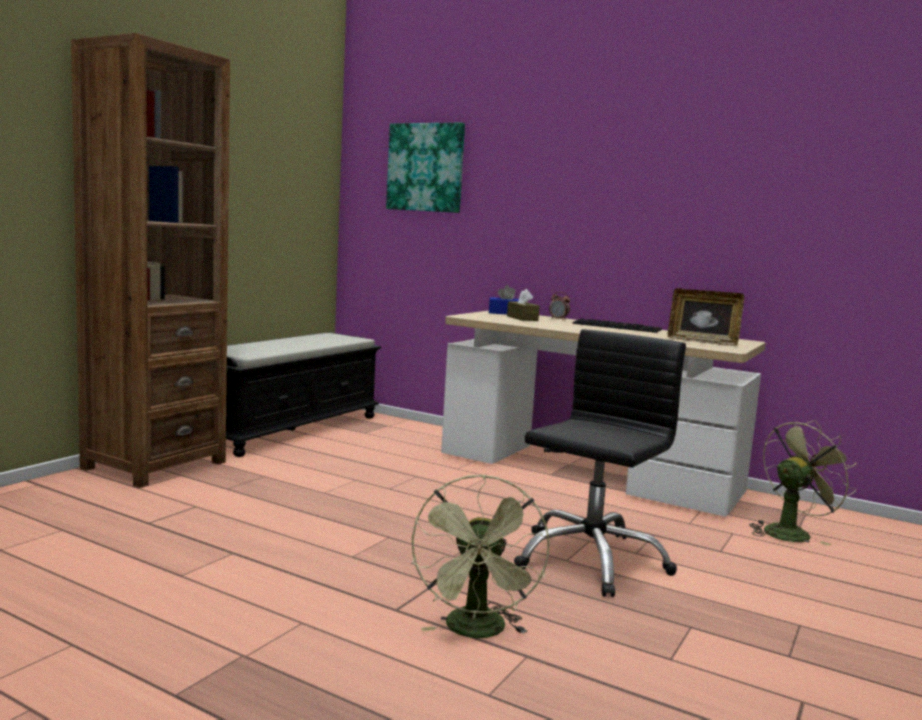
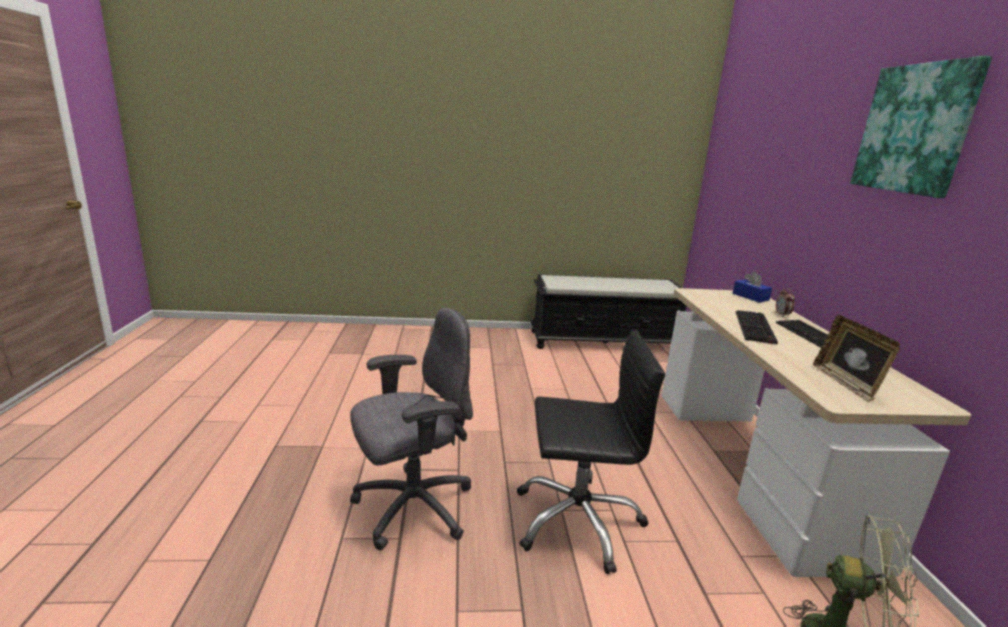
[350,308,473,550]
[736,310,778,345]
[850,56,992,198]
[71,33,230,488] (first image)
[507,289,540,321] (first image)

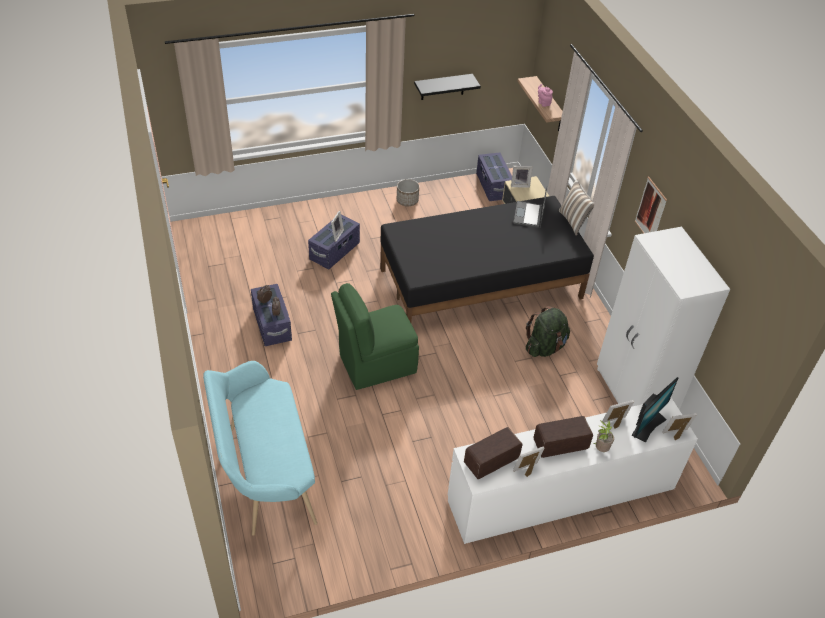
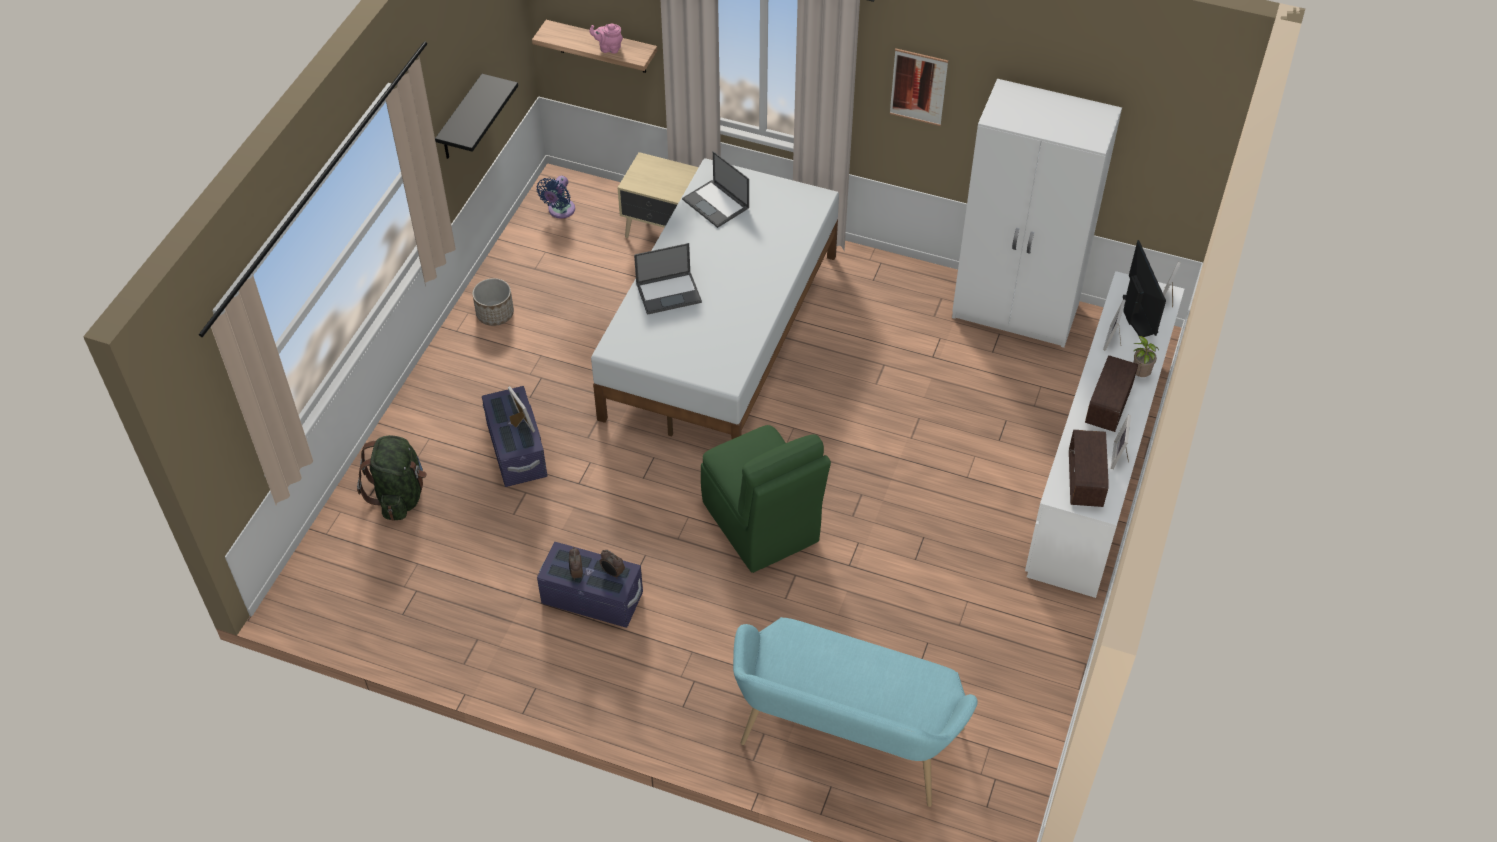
[357,435,427,521]
[537,176,575,219]
[591,158,839,440]
[634,243,702,315]
[701,425,831,573]
[511,166,533,188] (first image)
[559,179,594,236] (first image)

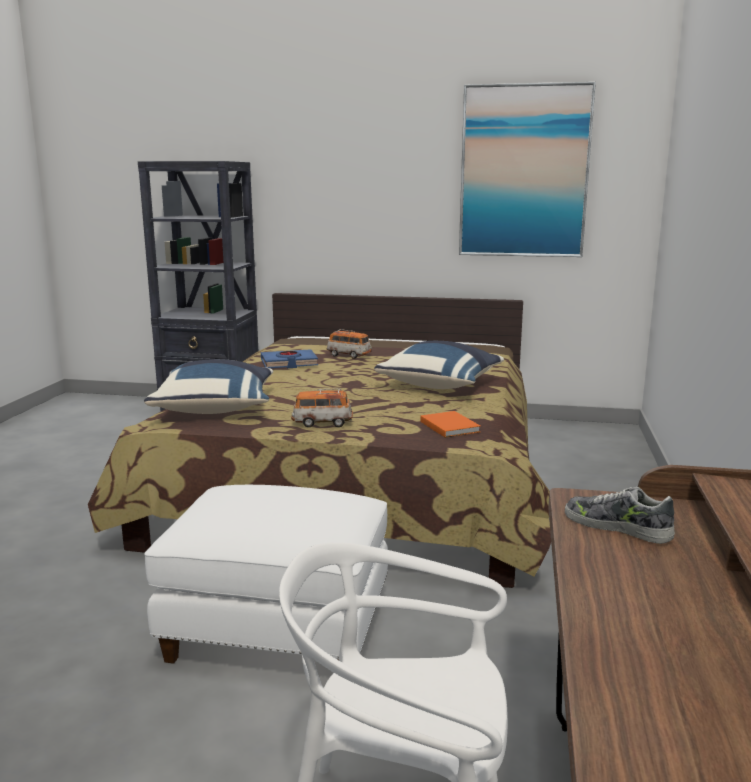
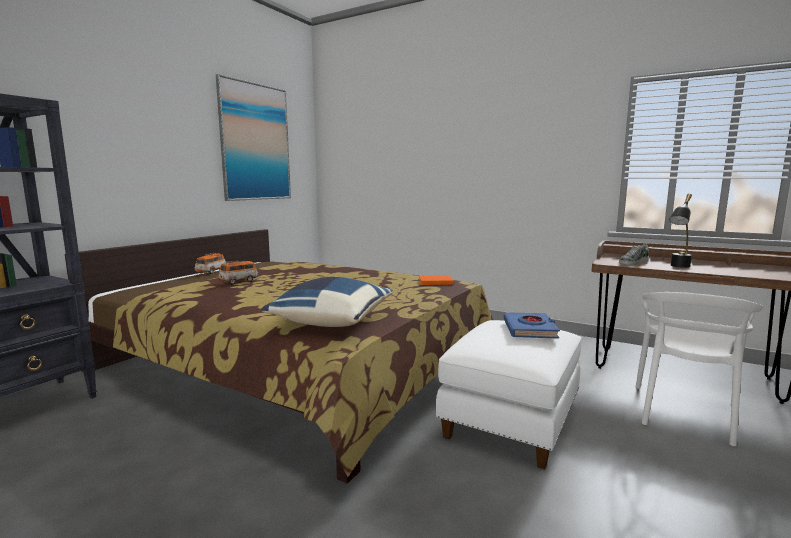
[194,253,226,274]
[504,312,560,339]
[669,194,692,268]
[374,341,504,389] (first image)

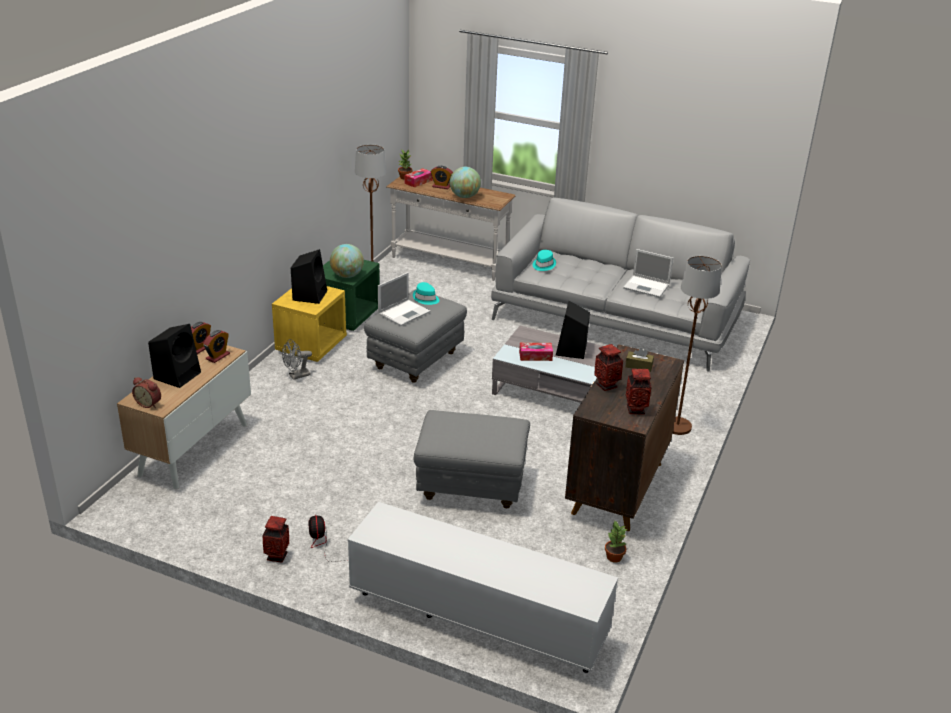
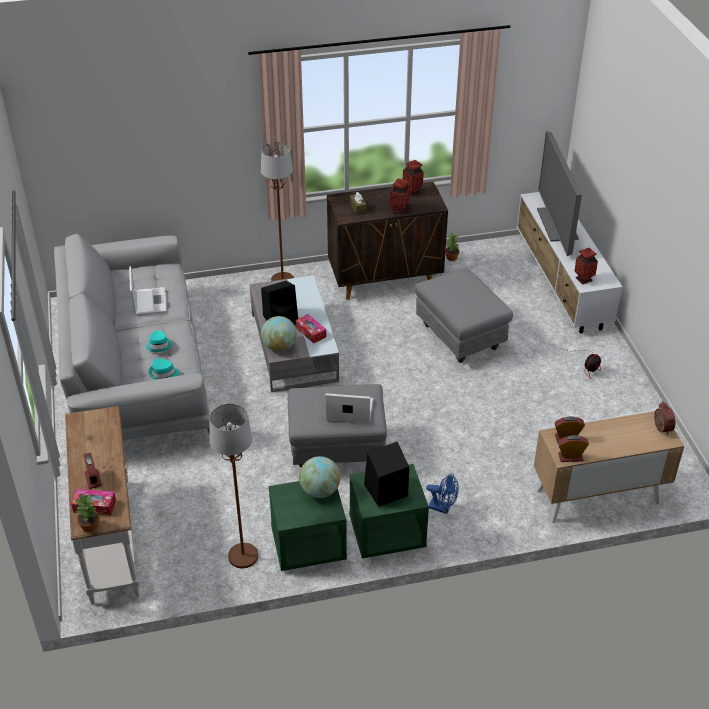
[146,331,172,352]
[261,316,297,352]
[349,464,429,558]
[426,474,459,514]
[537,131,582,256]
[575,248,598,284]
[148,324,201,388] (first image)

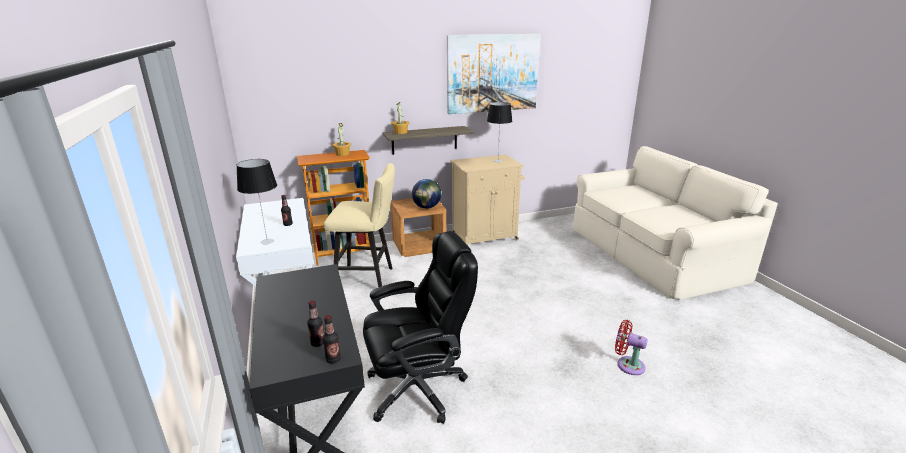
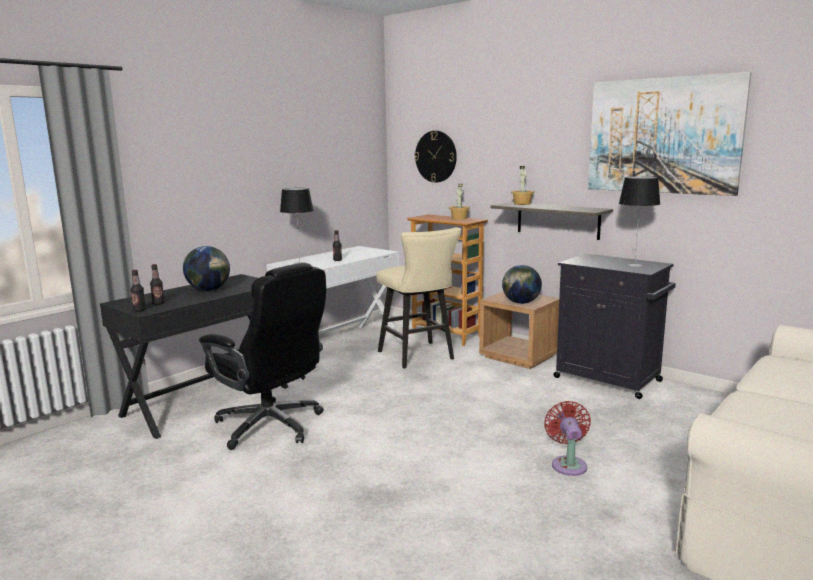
[183,246,230,291]
[414,131,457,183]
[544,401,591,476]
[554,254,676,399]

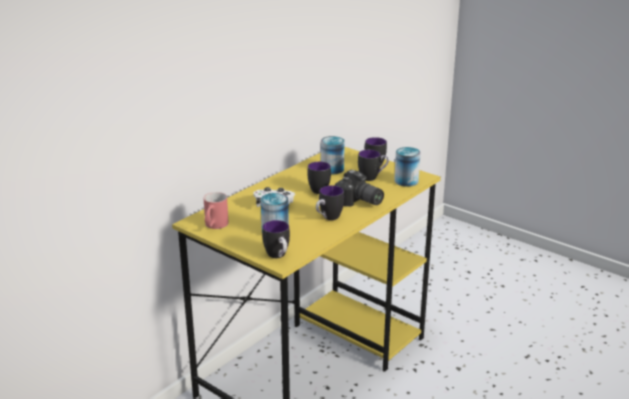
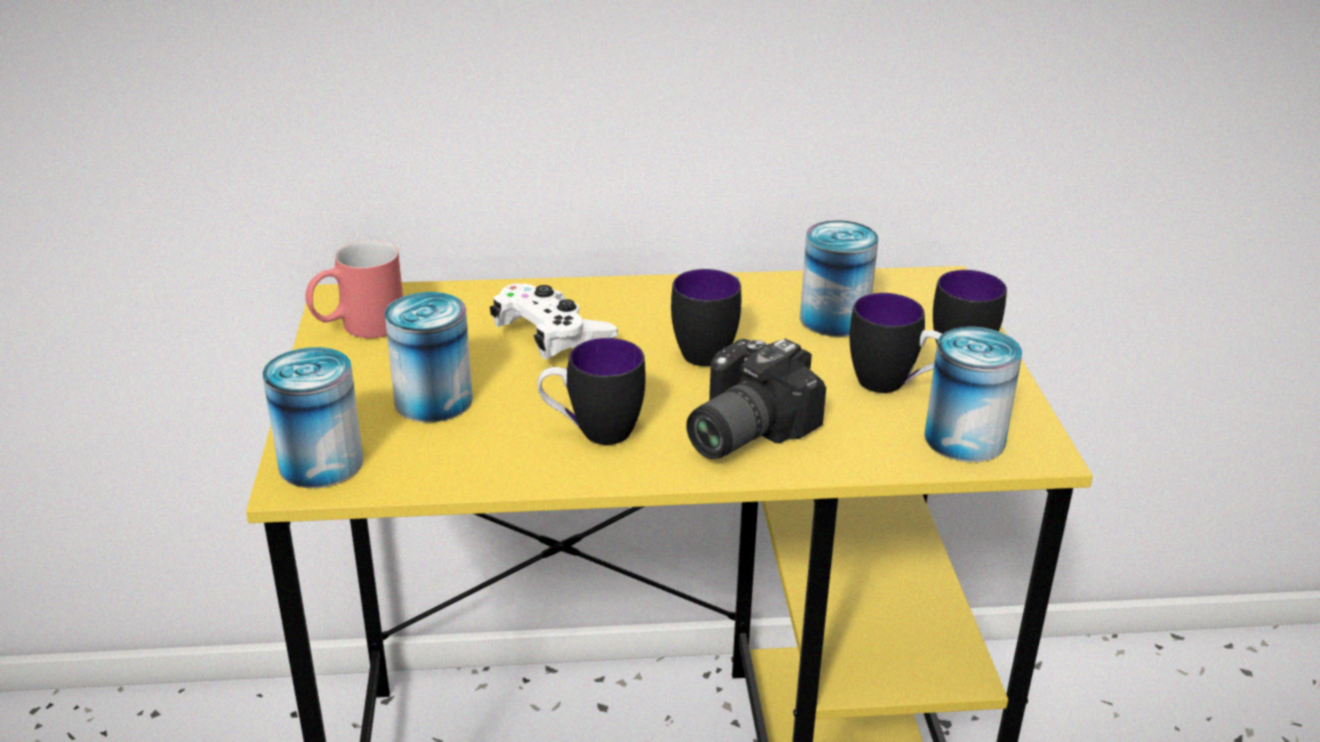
[263,347,363,488]
[686,338,826,459]

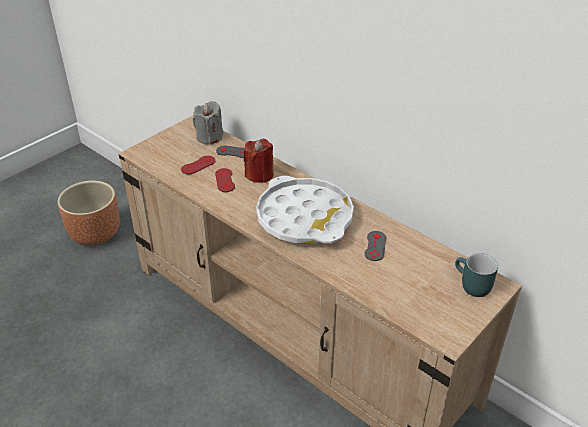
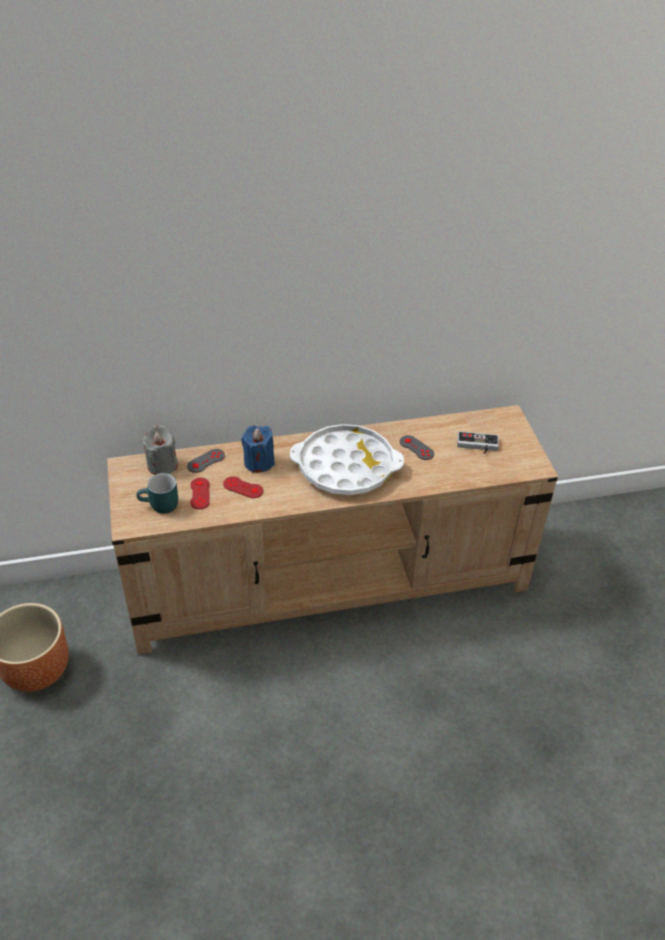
[136,473,178,514]
[241,426,275,473]
[457,431,499,454]

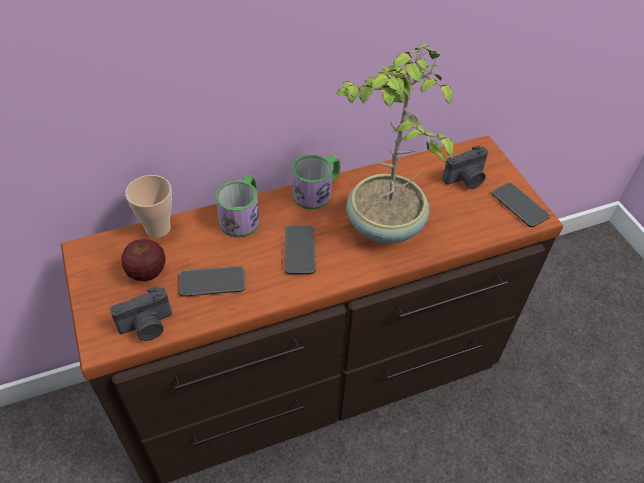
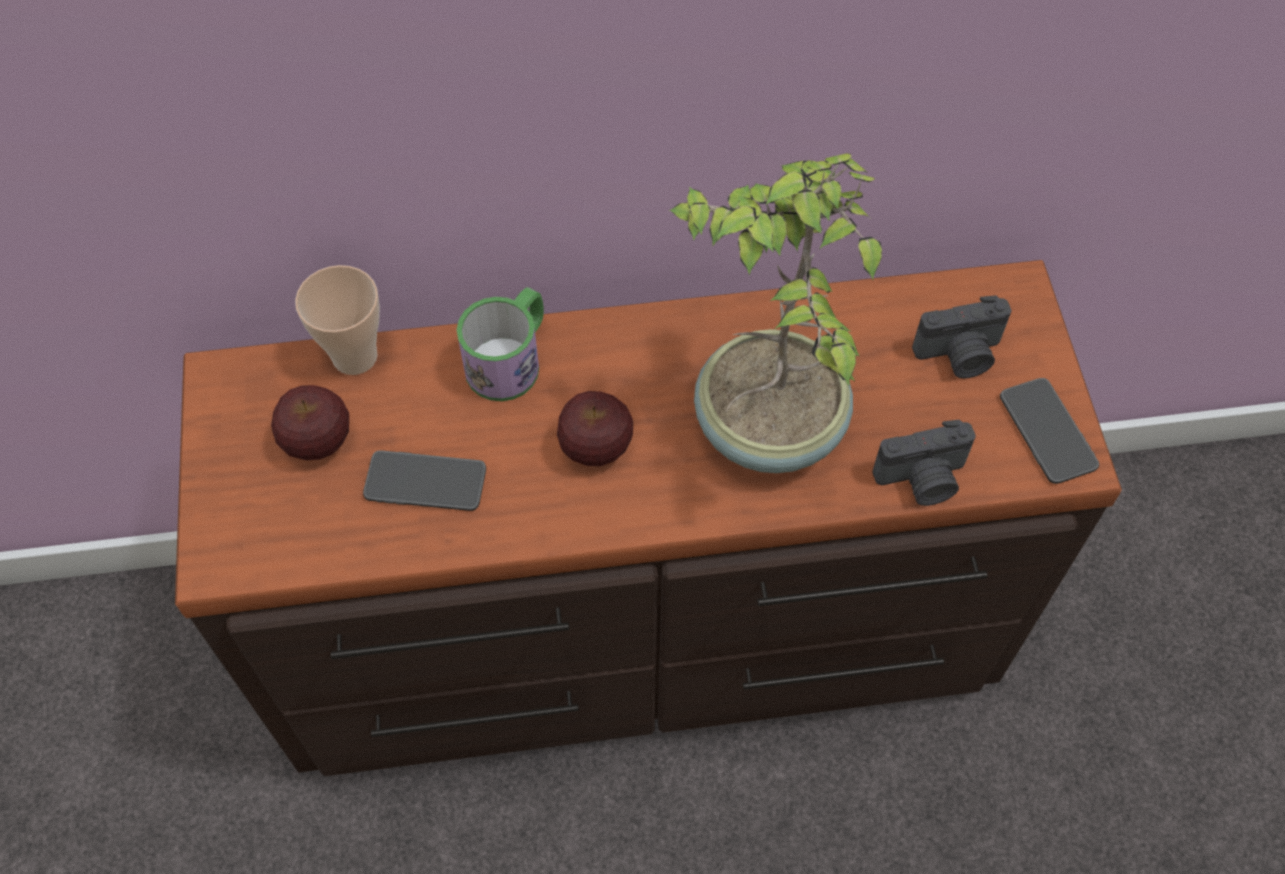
[557,391,633,466]
[872,420,976,506]
[292,155,340,210] (first image)

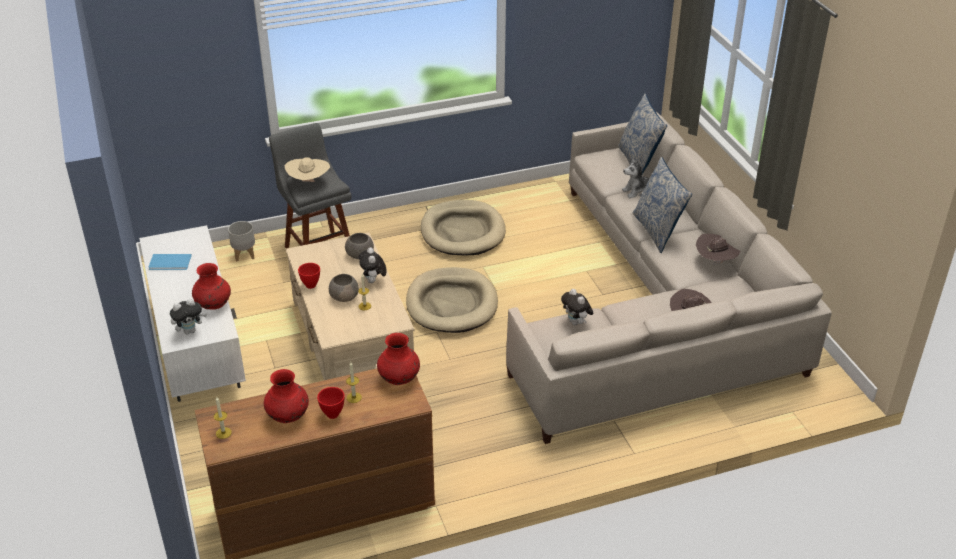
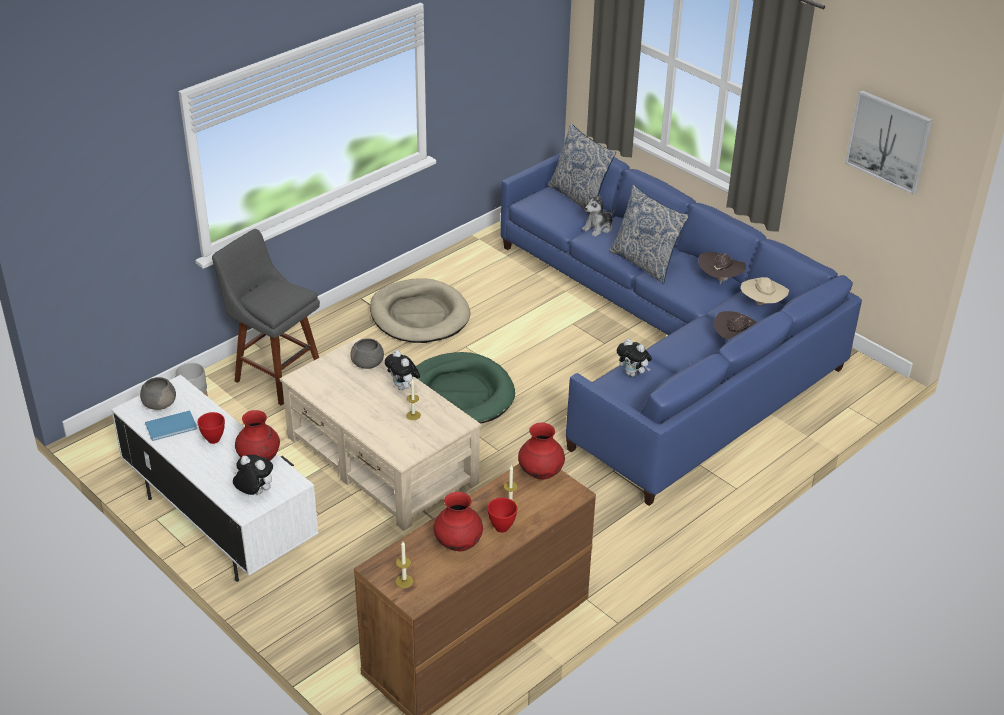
[140,377,176,410]
[197,412,225,444]
[233,455,273,495]
[416,352,515,424]
[500,153,862,506]
[741,277,789,305]
[845,90,933,194]

